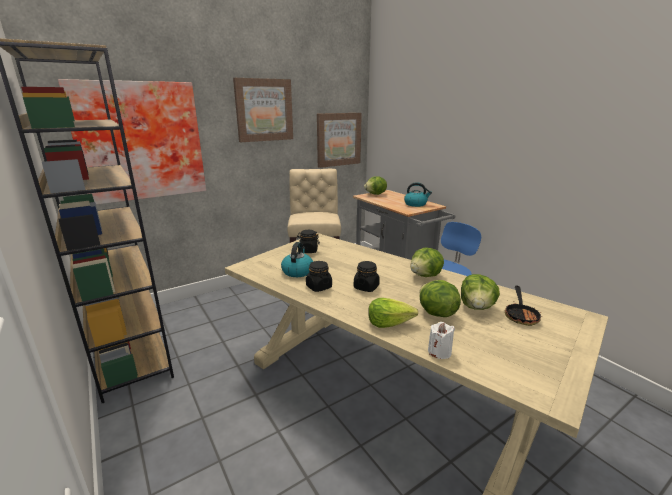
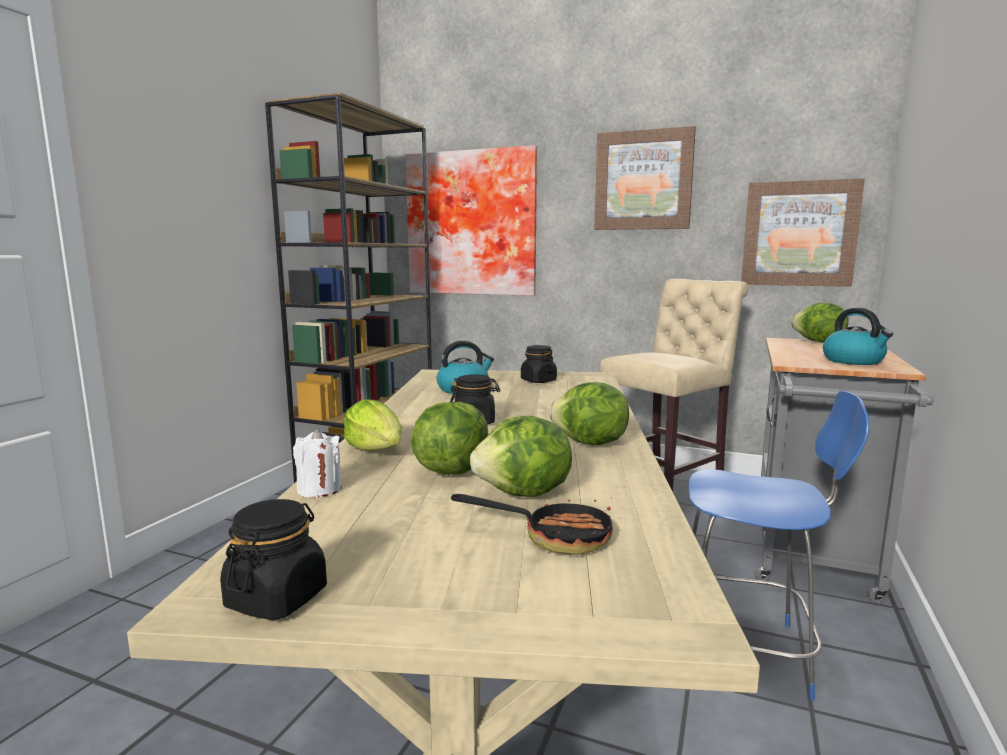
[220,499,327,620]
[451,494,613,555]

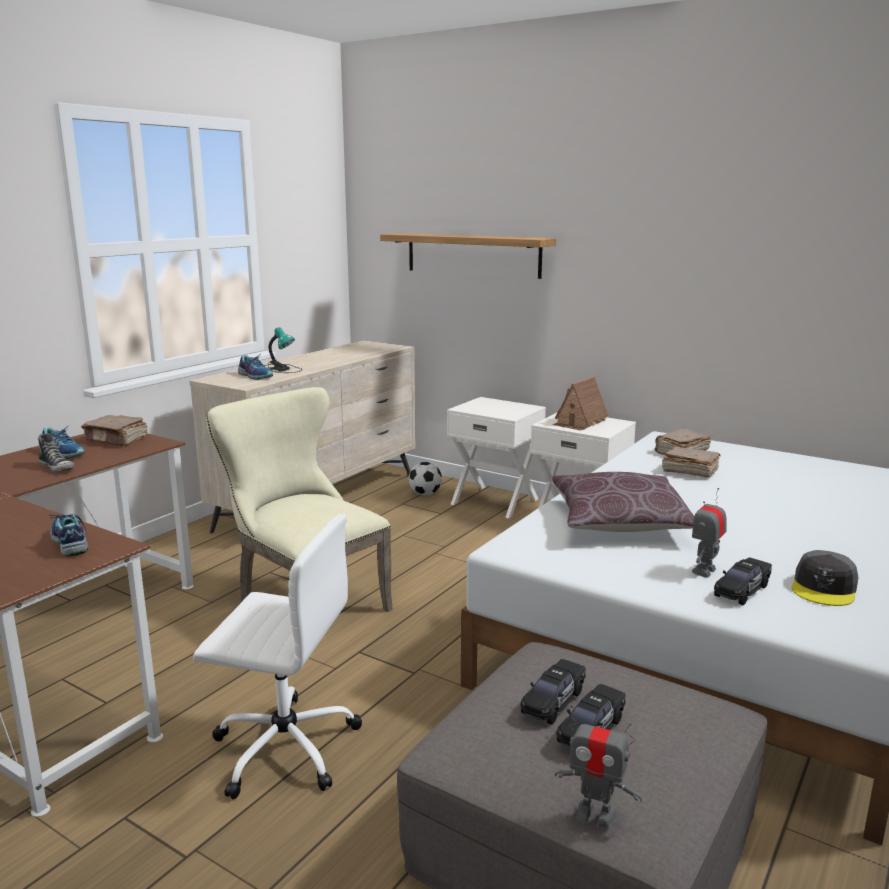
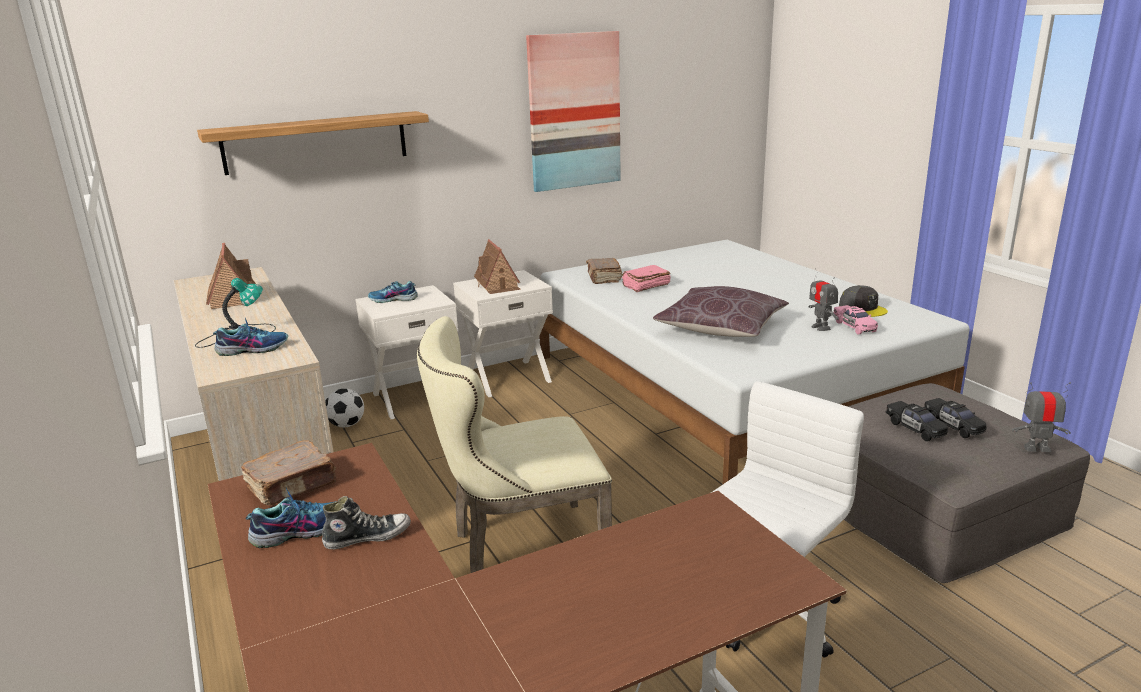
[206,243,256,309]
[368,281,418,303]
[526,31,621,192]
[622,265,671,292]
[833,305,878,335]
[1012,382,1071,452]

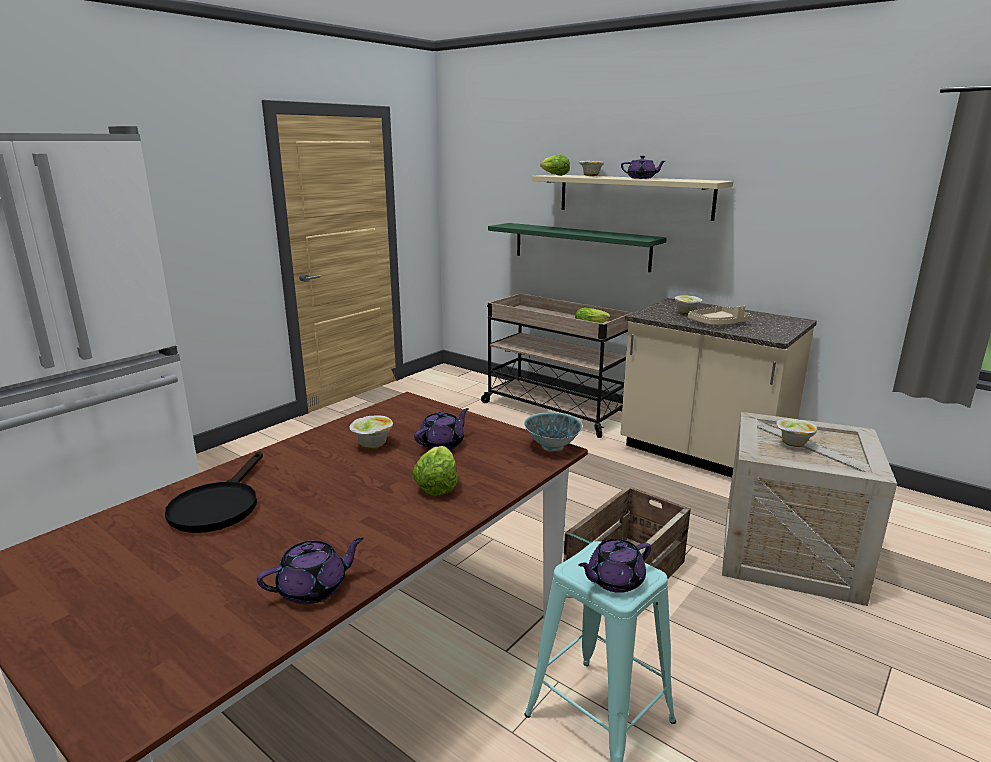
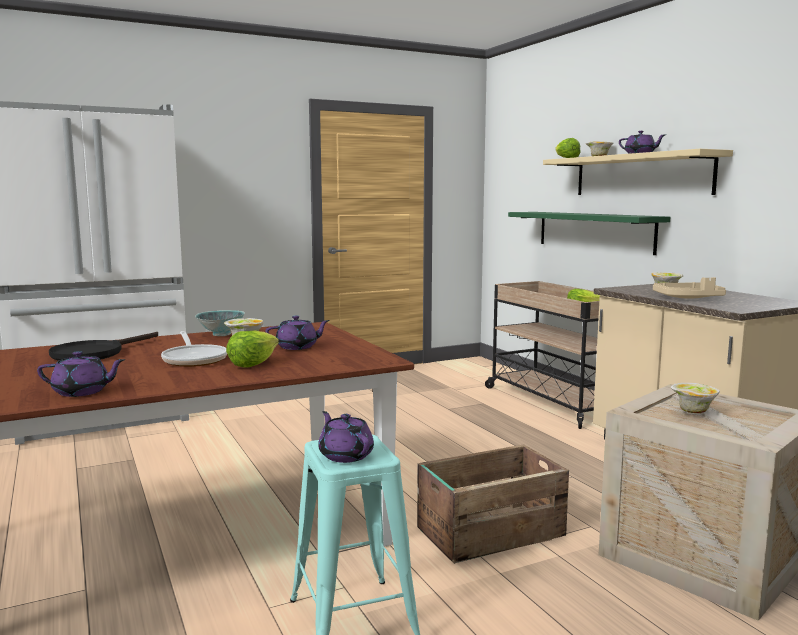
[161,331,227,367]
[195,310,245,336]
[318,411,374,463]

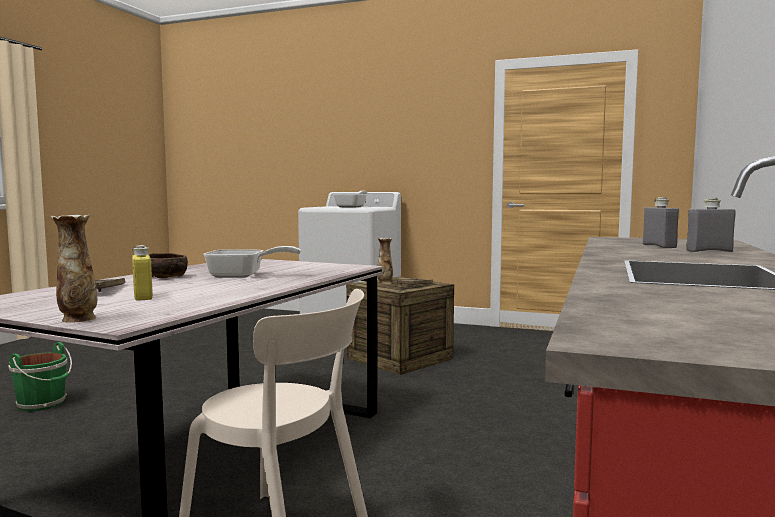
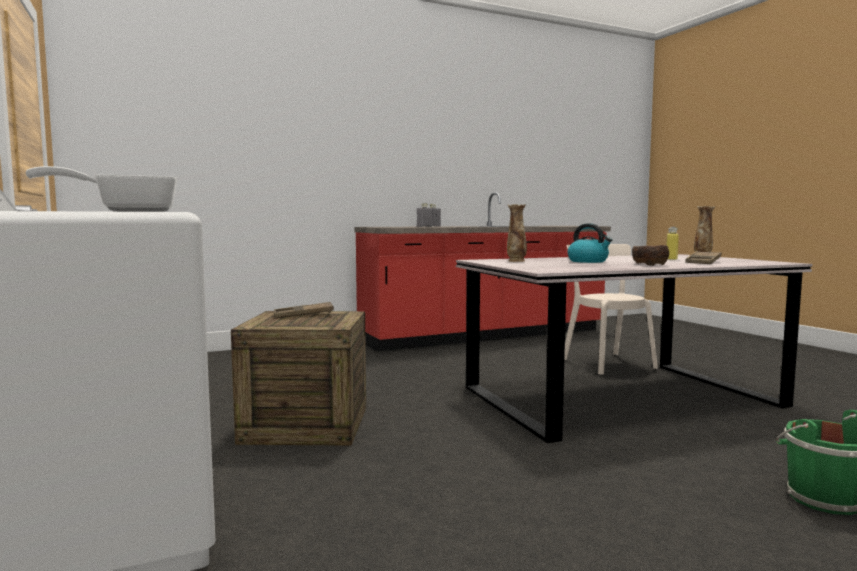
[507,204,527,262]
[567,223,612,263]

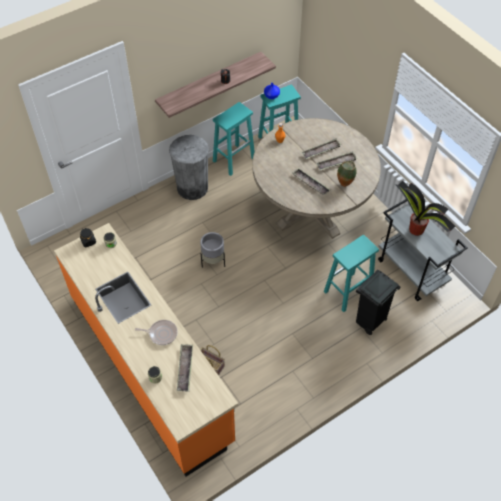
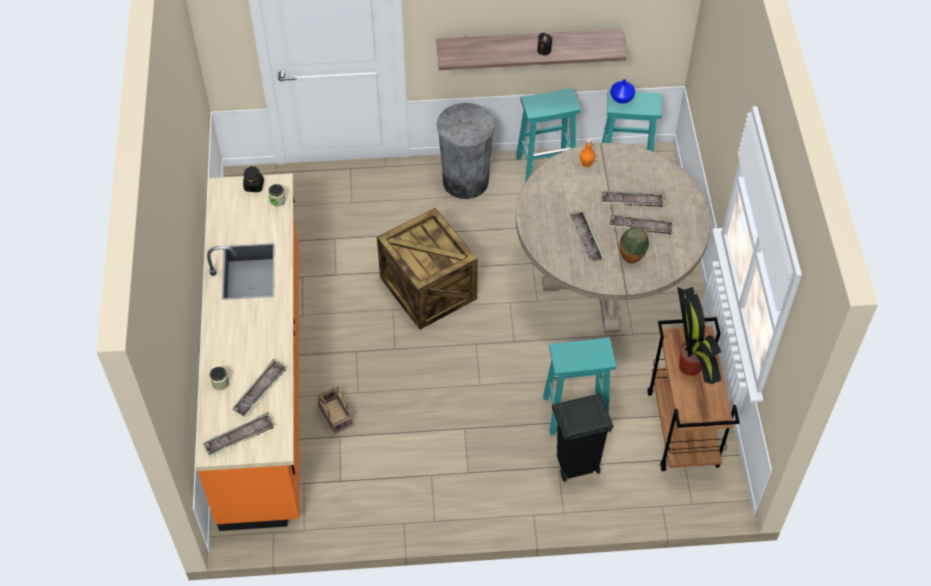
[203,412,275,457]
[377,208,478,330]
[647,317,740,471]
[135,320,178,345] (first image)

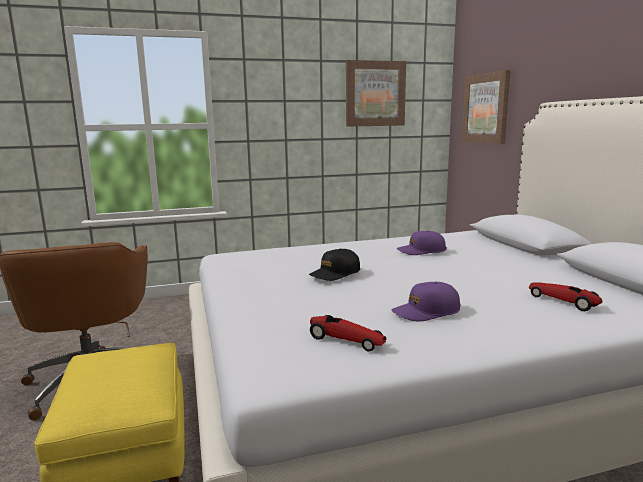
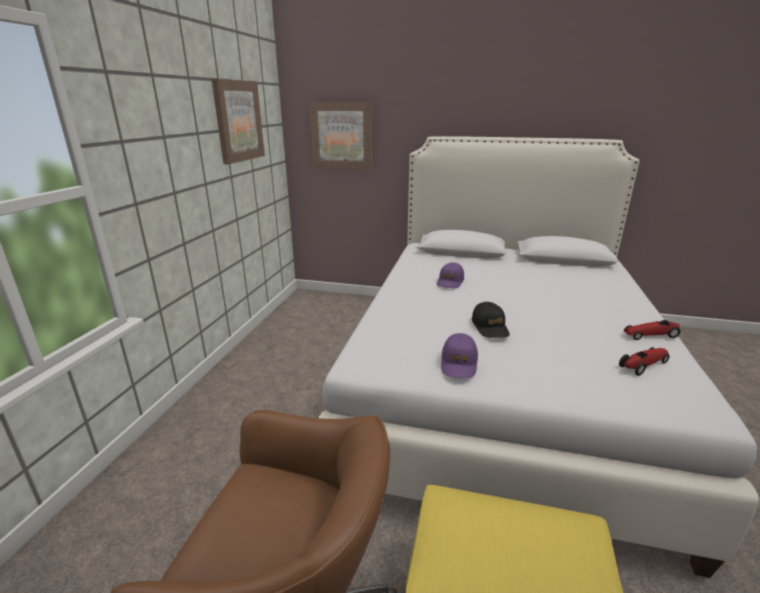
[441,333,478,378]
[624,320,680,340]

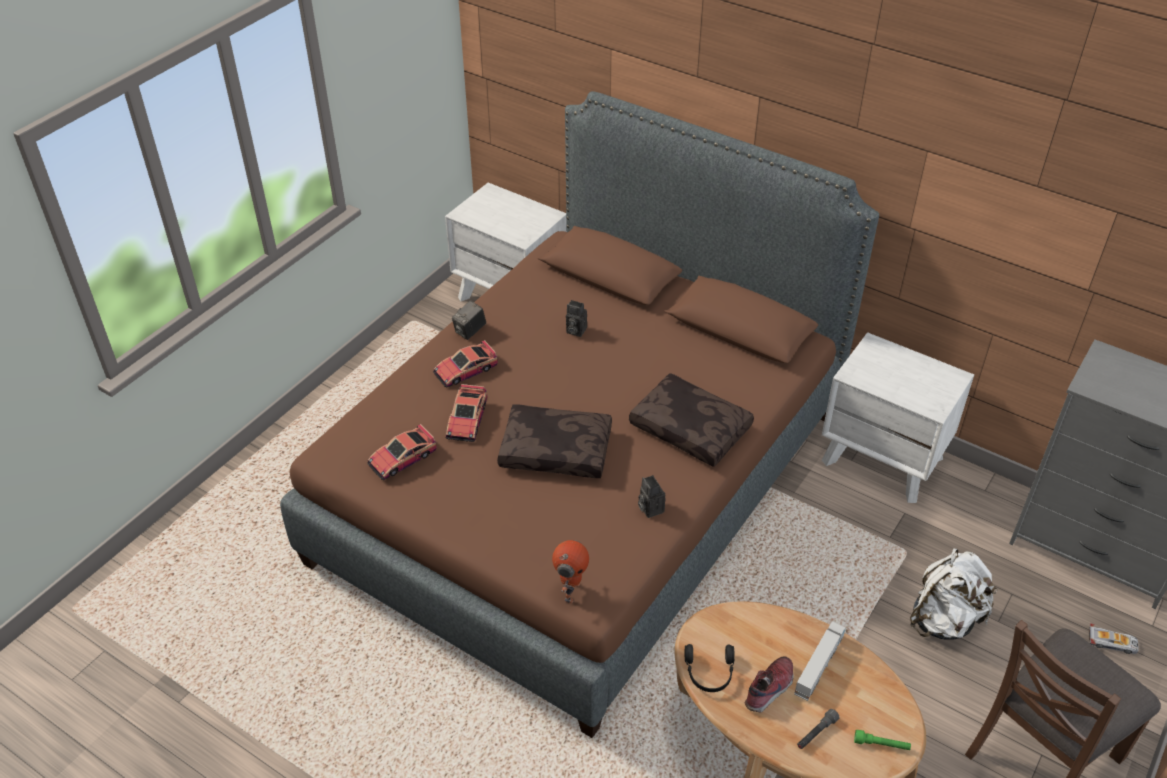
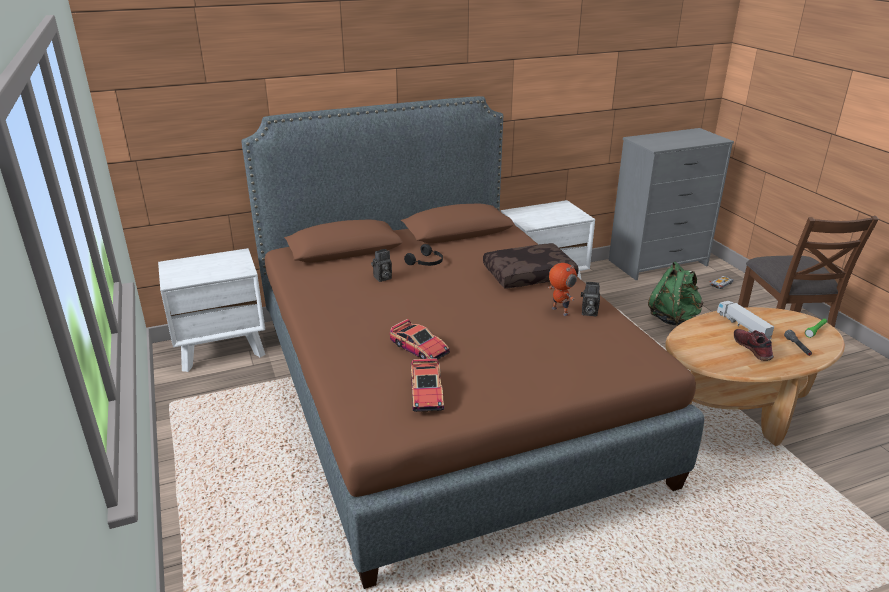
[404,244,443,266]
[548,263,577,316]
[648,261,703,326]
[433,340,498,388] (first image)
[452,300,486,340] (first image)
[497,404,612,478] (first image)

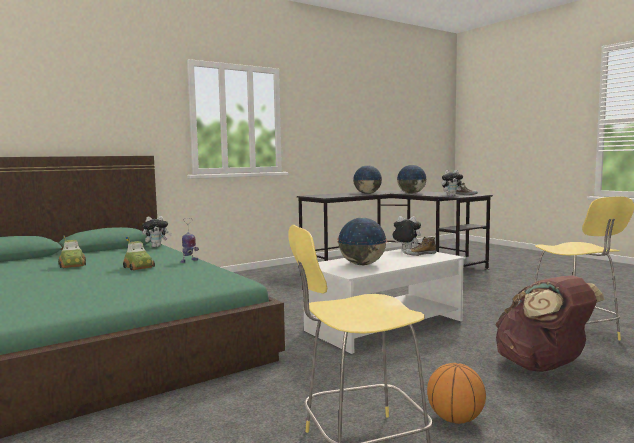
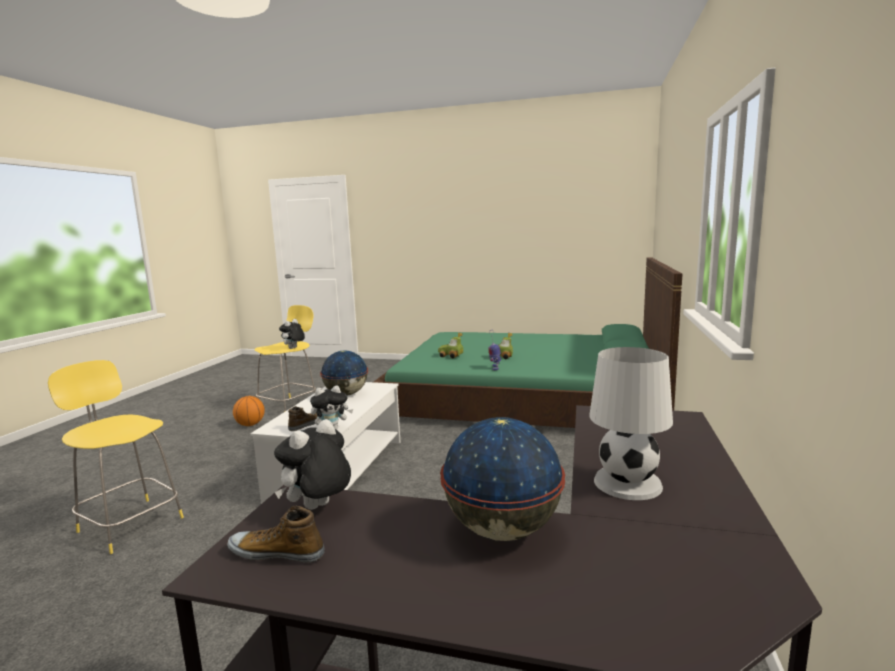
[279,319,305,349]
[438,333,463,358]
[589,347,673,500]
[496,276,605,372] (first image)

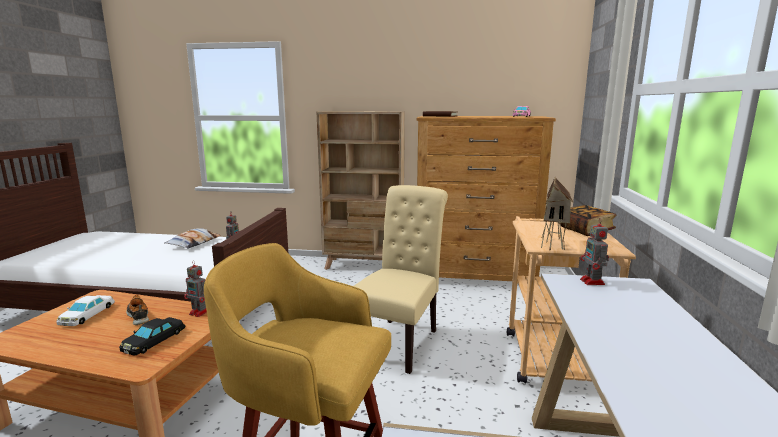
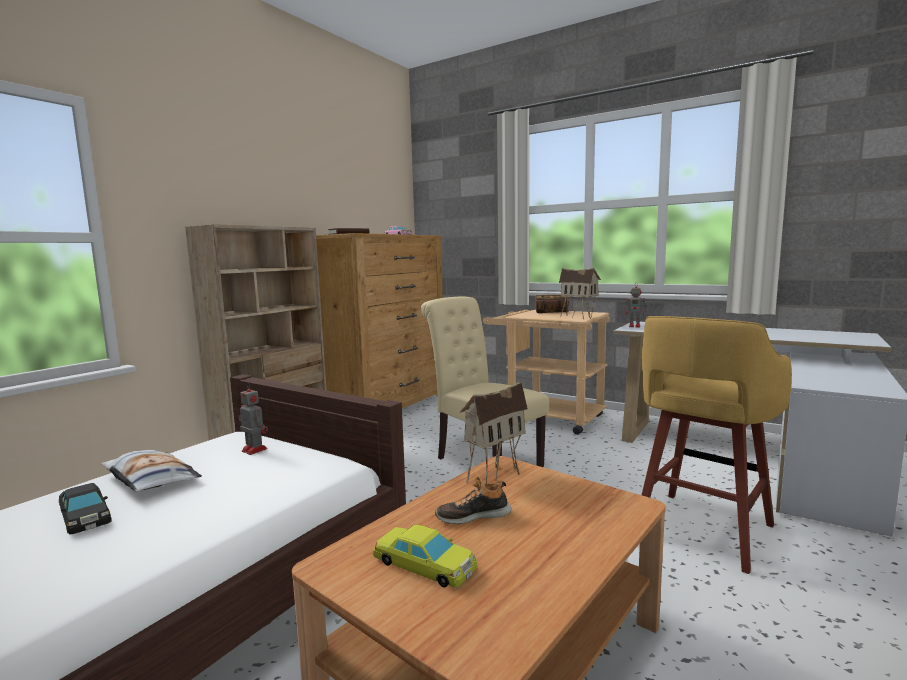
[59,483,112,534]
[373,525,477,588]
[460,381,528,484]

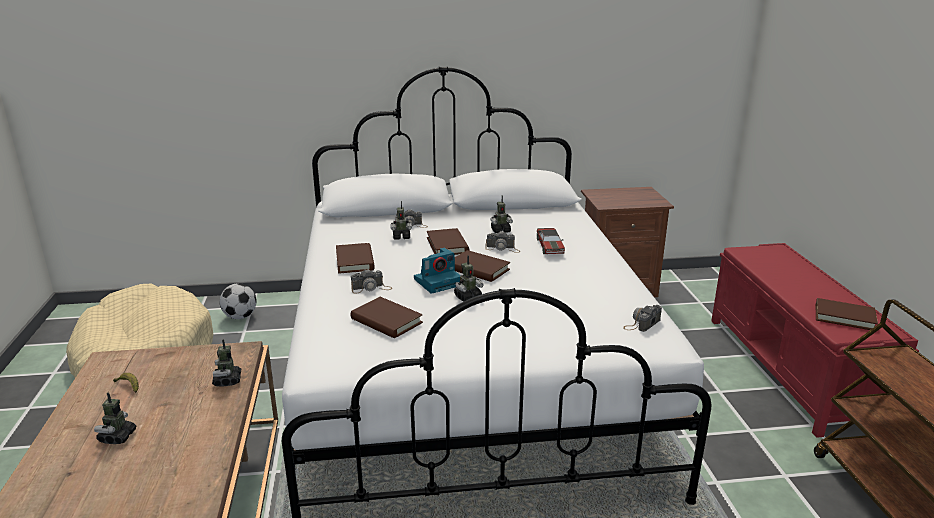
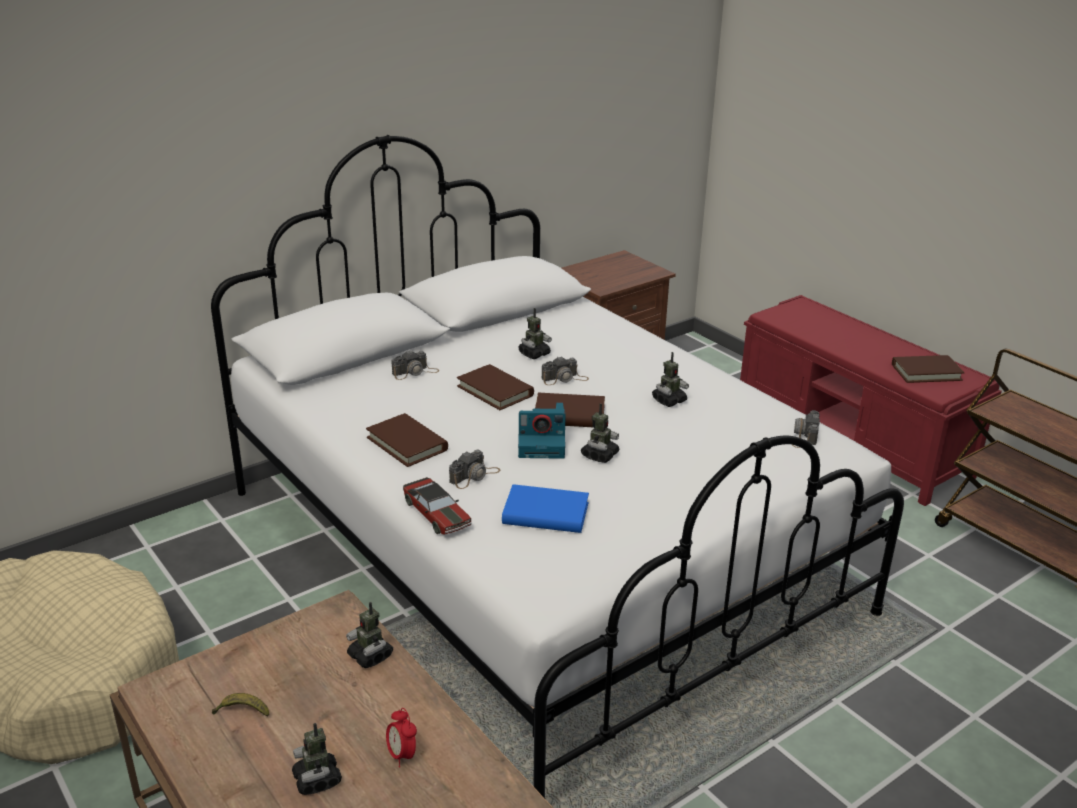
[386,708,417,768]
[403,477,472,535]
[502,484,589,533]
[518,402,566,459]
[652,352,689,407]
[220,283,257,319] (first image)

